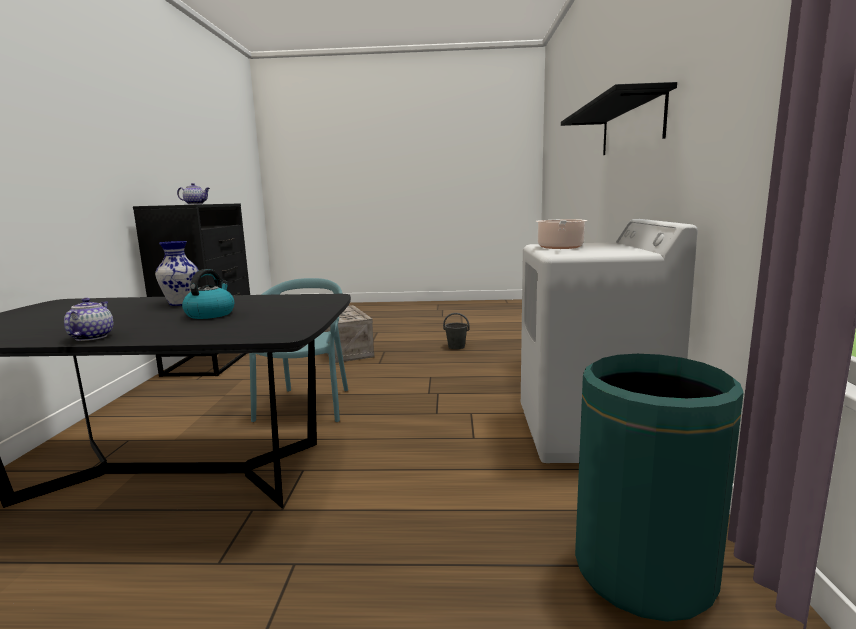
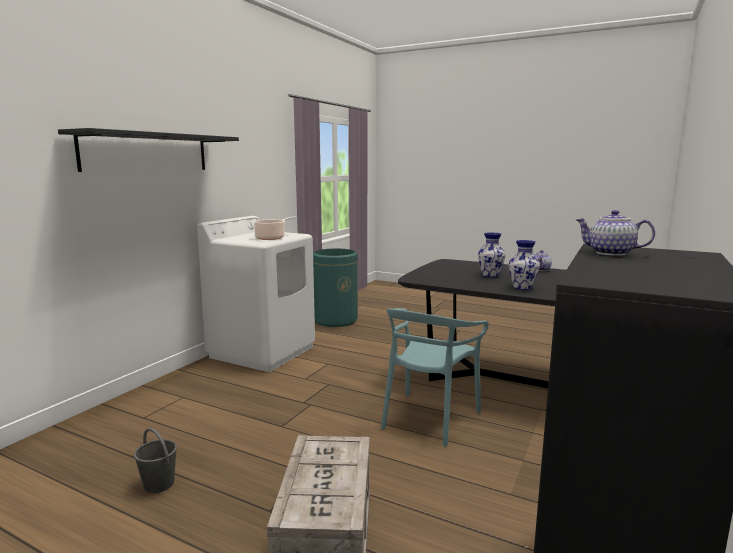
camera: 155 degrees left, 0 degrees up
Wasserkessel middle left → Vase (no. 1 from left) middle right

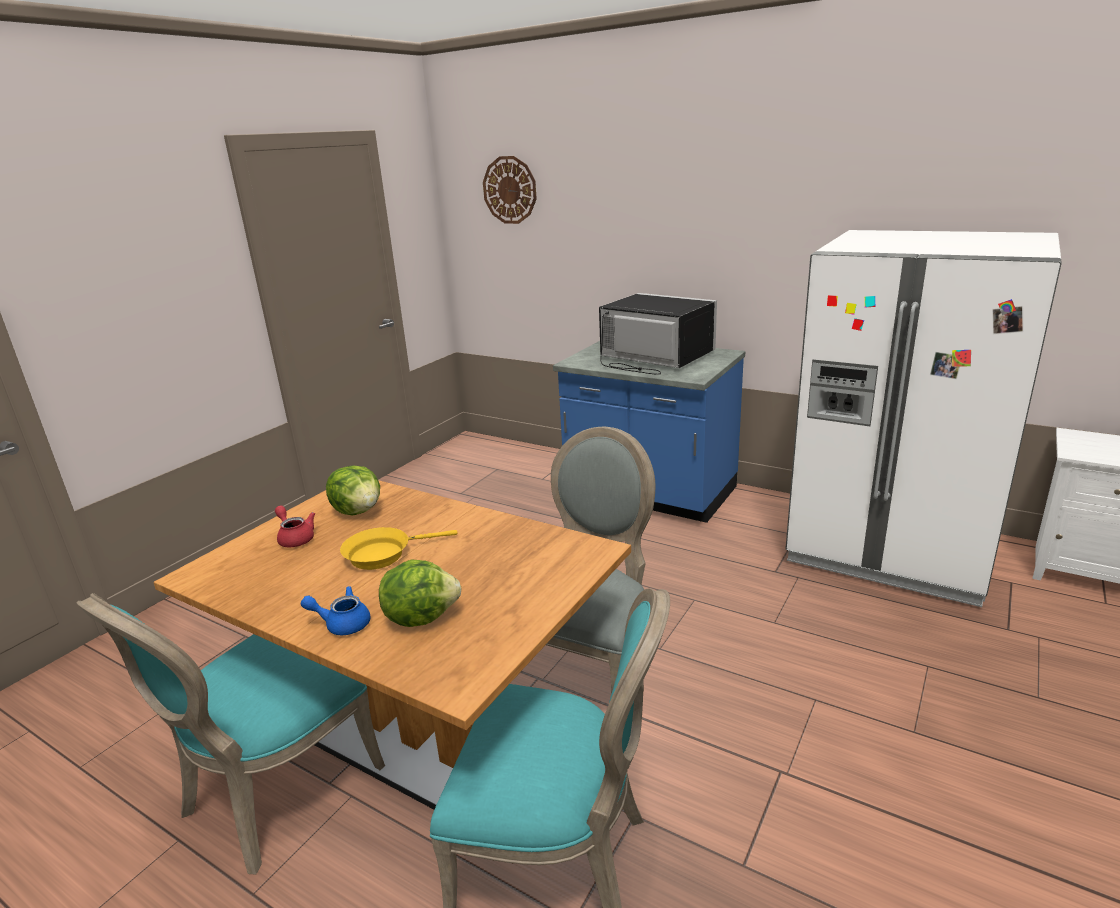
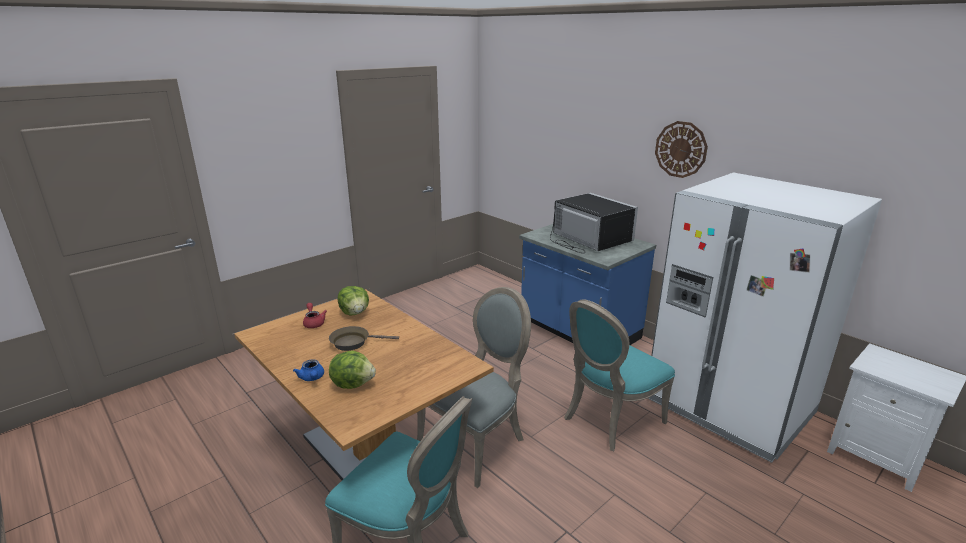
camera: 15 degrees right, 0 degrees up
Teekanne/blau bottom left, 135 degrees counterclockwise
Pfanne/gelb centre → Pfanne/braun centre
Stuhl/türkis (no. 1 from left in the first image) bottom left → Stuhl/türkis (no. 2 from left) bottom centre, relocated
Wanduhr top centre → Wanduhr top right, relocated

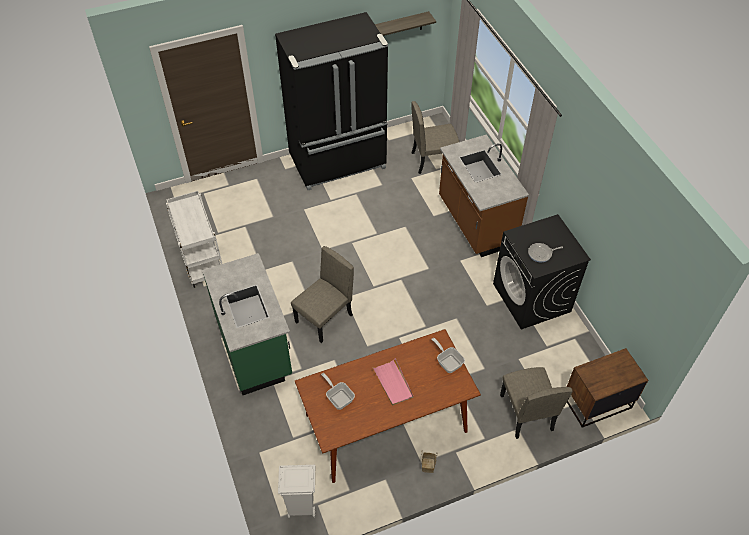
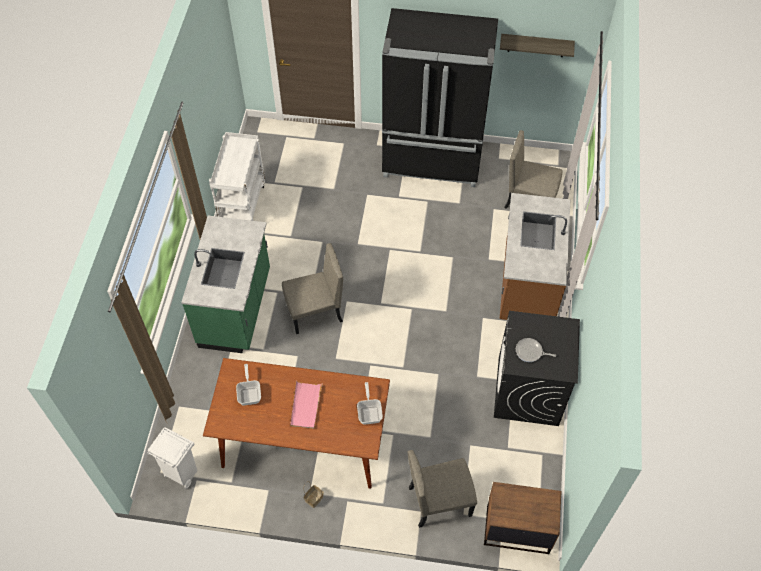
camera: 30 degrees right, 5 degrees up
Stuhl/beige (no. 3 from left in the first image) bottom right → Stuhl/beige (no. 2 from left) bottom centre, 60 degrees clockwise

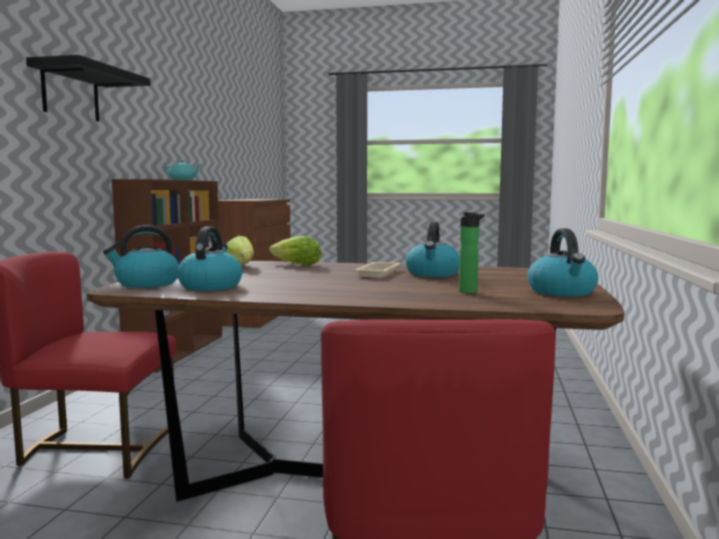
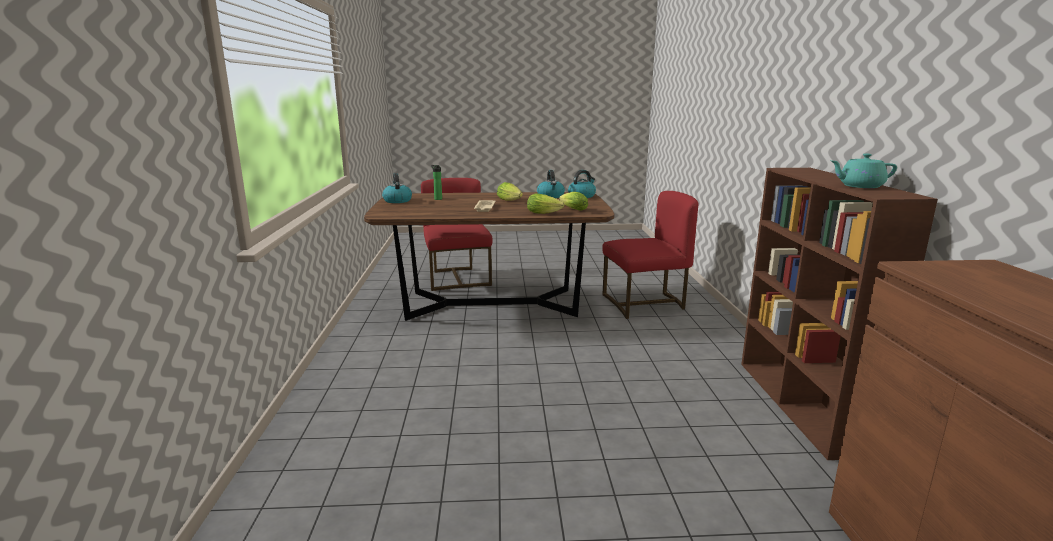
camera: 165 degrees right, 10 degrees up
- → Salatkopf (no. 1 from left) centre
Wandregal/schwarz top left → -
Wasserkessel (no. 3 from left) centre → -

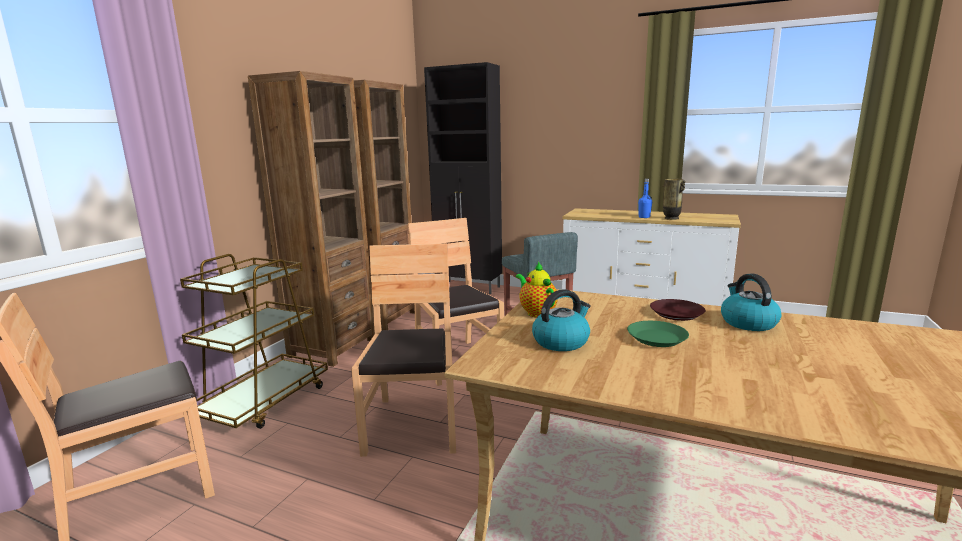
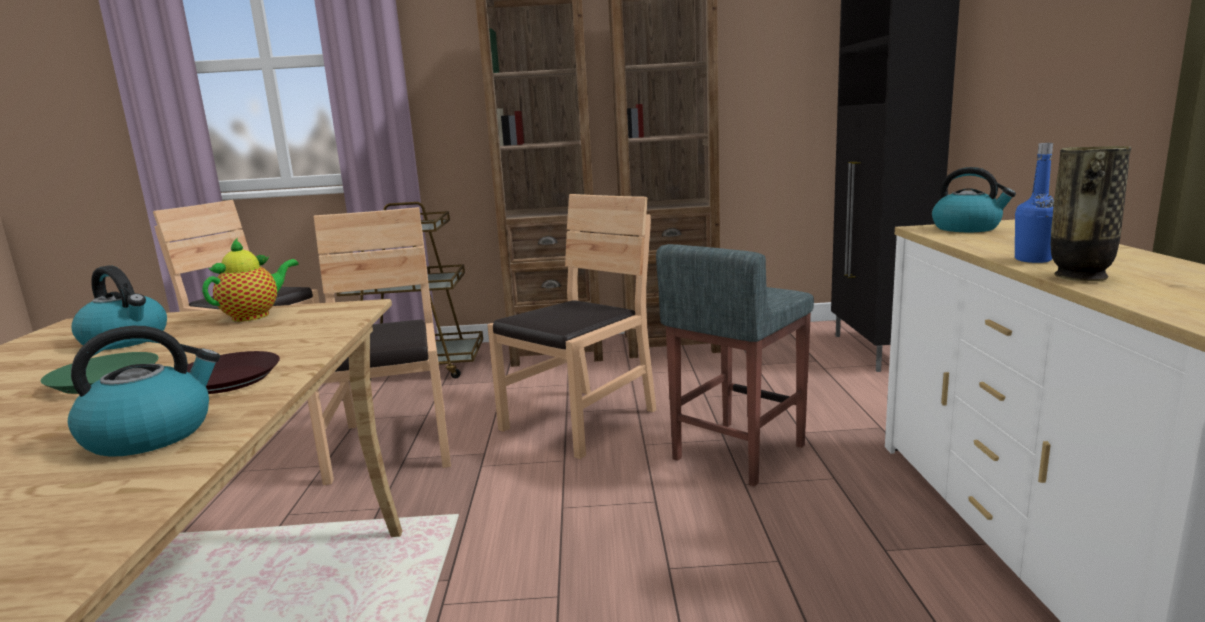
camera: 65 degrees right, 0 degrees up
Stuhl/braun (no. 2 from left) centre → Stuhl/braun (no. 2 from left) middle left, 75 degrees counterclockwise
- → Wasserkessel (no. 3 from left) top right

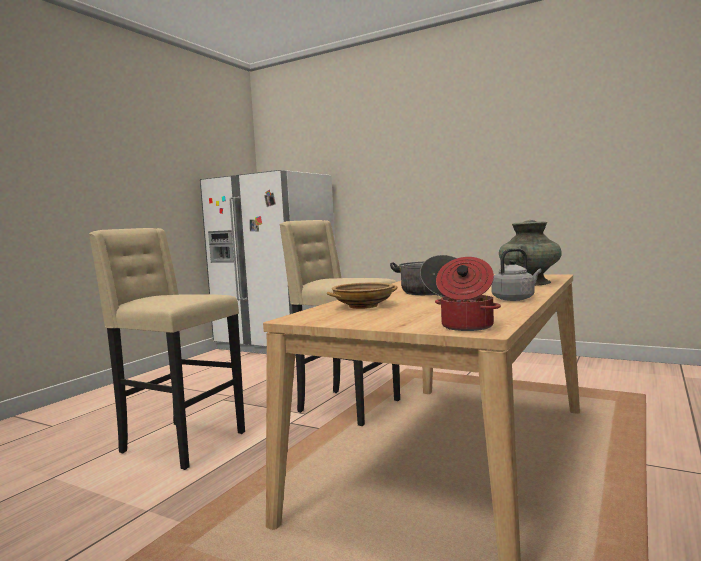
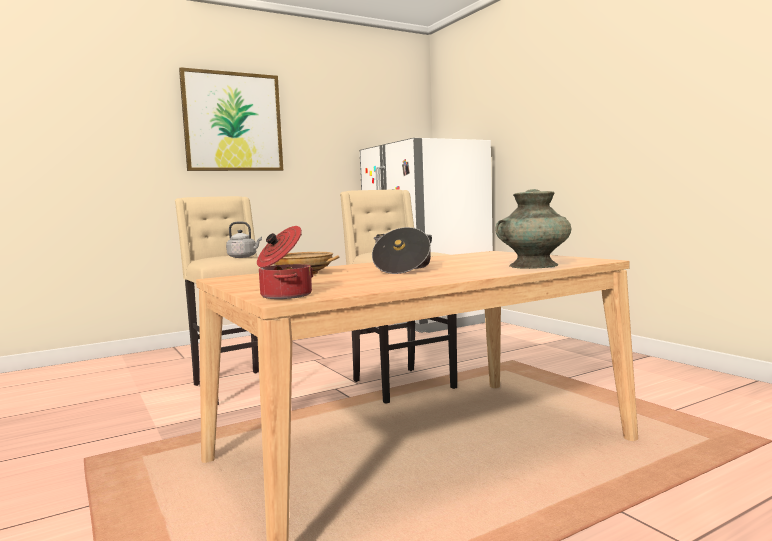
camera: 30 degrees right, 0 degrees up
- → Bild top left
Wasserkessel/grau middle right → Wasserkessel/grau middle left, relocated

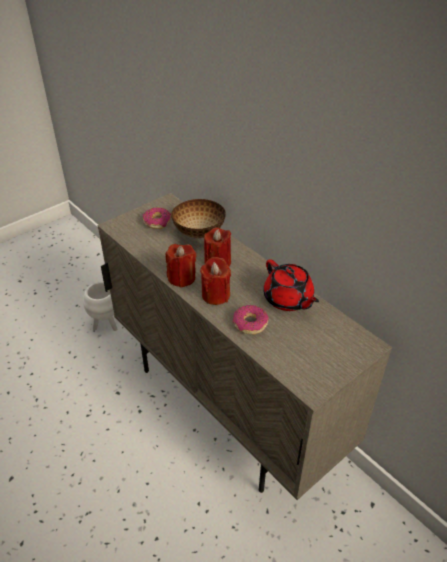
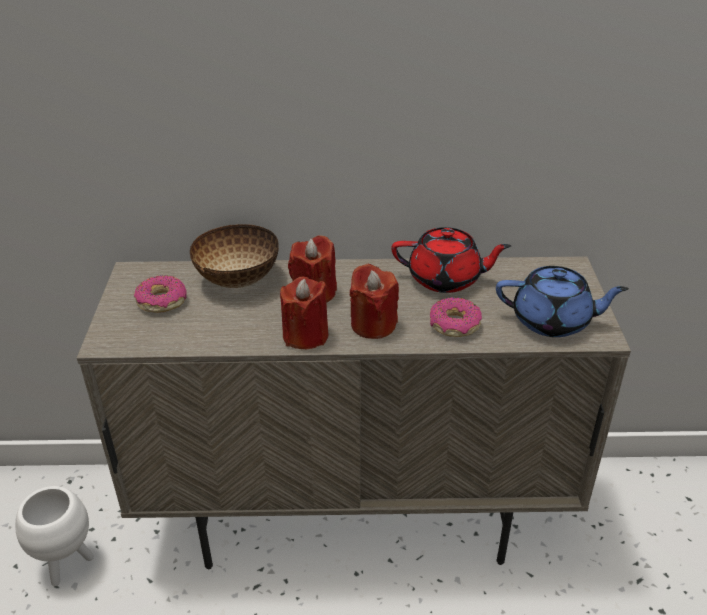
camera: 50 degrees left, 5 degrees down
- → Teekanne/blau middle right

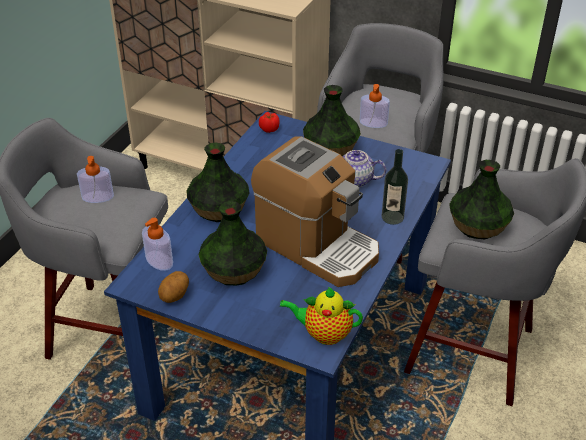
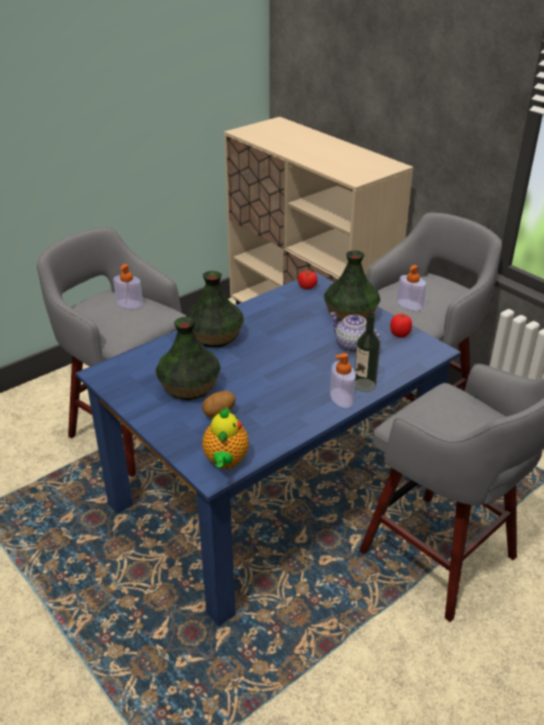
camera: 25 degrees right, 5 degrees down
Kartoffel middle left → Kartoffel centre, relocated
Teekanne (no. 1 from left) bottom centre → Teekanne (no. 1 from left) centre, 120 degrees counterclockwise
Seifenspender (no. 2 from left) middle left → Seifenspender (no. 2 from left) centre, relocated
- → Tomate (no. 2 from left) middle right
Kaffeemaschine centre → -
Vase (no. 4 from left) middle right → -

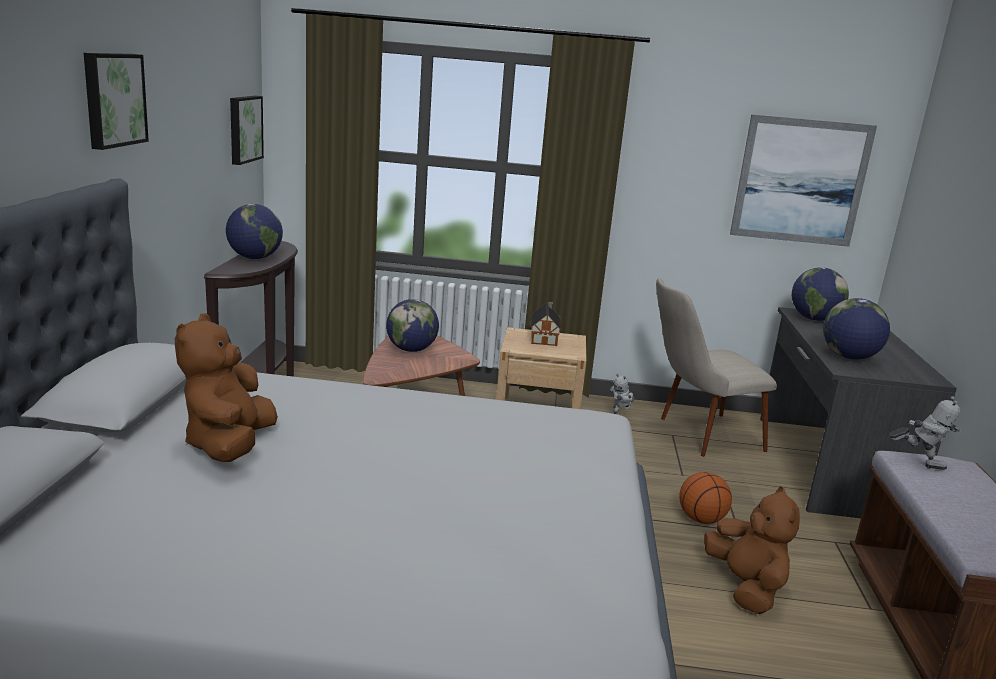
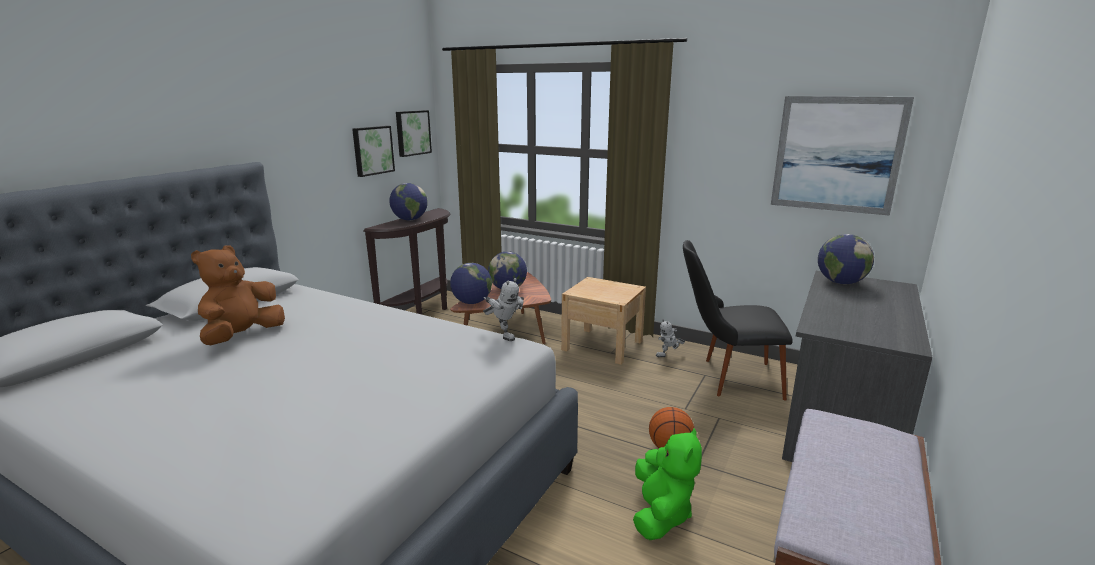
camera: 25 degrees right, 0 degrees up
Bild (no. 1 from left) top left → Bild (no. 1 from left) top centre, relocated
Globus (no. 4 from left in the first image) middle right → Globus (no. 2 from left) centre, relocated
Spielzeugroboter (no. 2 from left in the first image) middle right → Spielzeugroboter (no. 1 from left) centre, relocated
Plüschtier/braun (no. 2 from left) bottom right → Plüschtier/grün bottom centre
Stuhl/beige middle right → Stuhl/schwarz middle right
Spielzeughaus centre → -

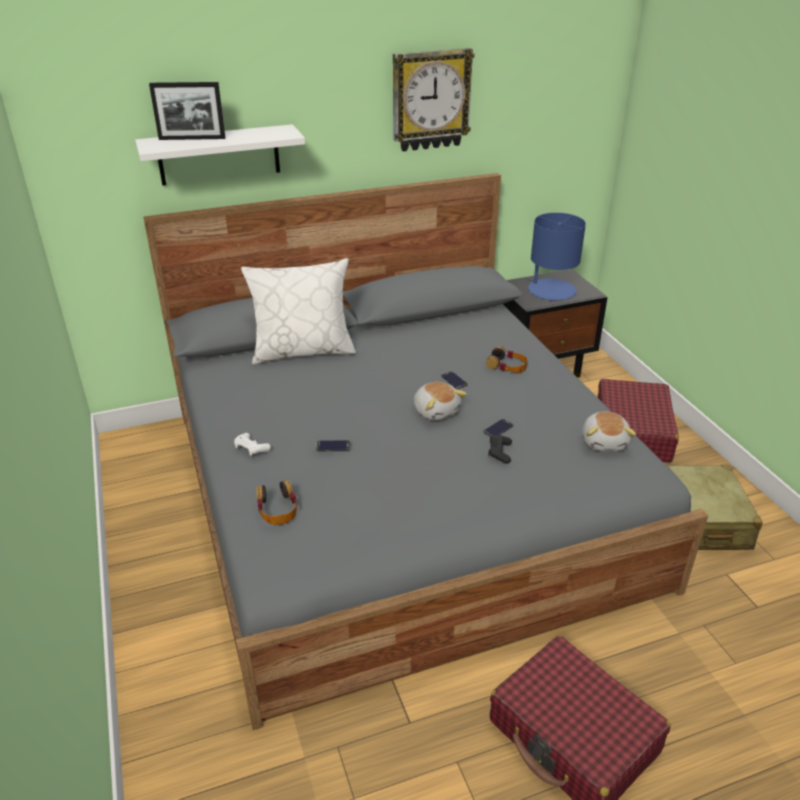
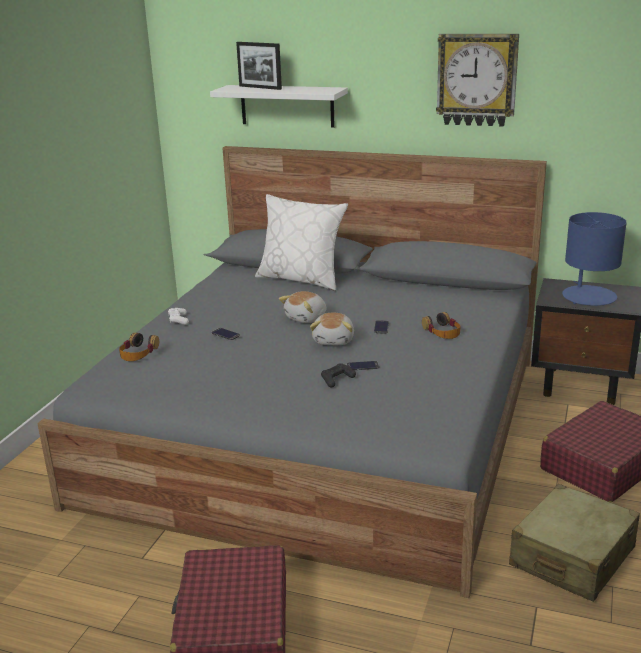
camera: 40 degrees right, 10 degrees down
Plüschtier (no. 2 from left in the first image) middle right → Plüschtier (no. 1 from left) centre, relocated

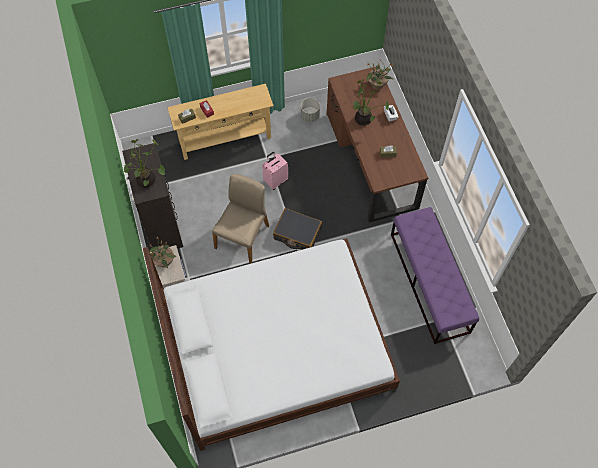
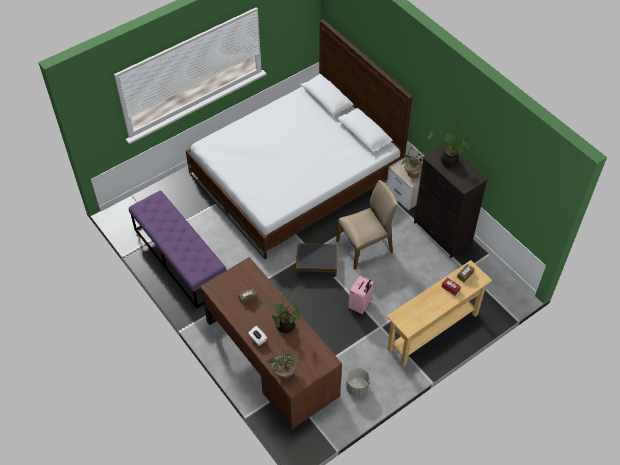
camera: 160 degrees right, 10 degrees down
Stuhl/beige centre, 120 degrees counterclockwise

